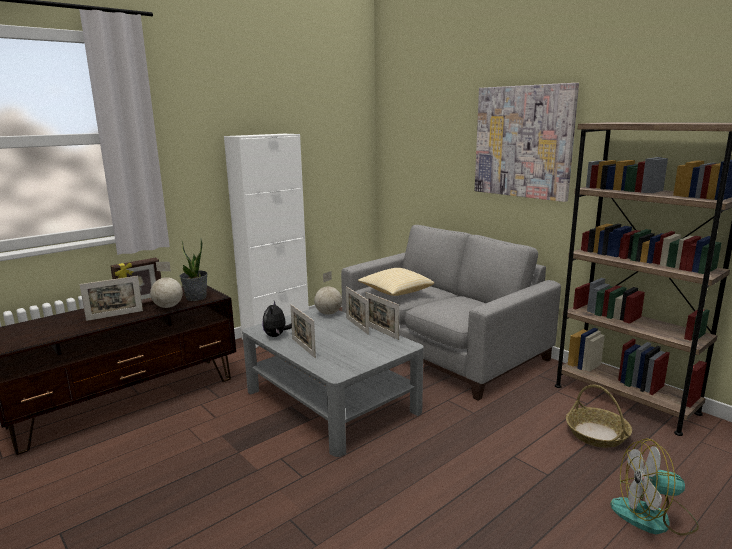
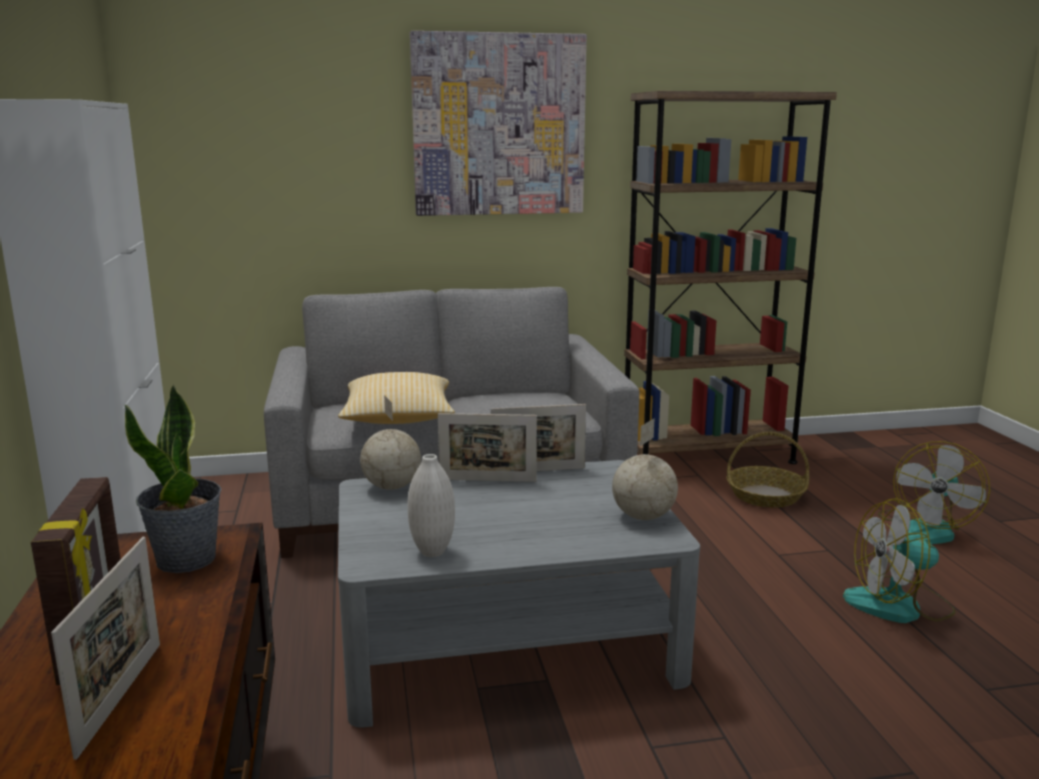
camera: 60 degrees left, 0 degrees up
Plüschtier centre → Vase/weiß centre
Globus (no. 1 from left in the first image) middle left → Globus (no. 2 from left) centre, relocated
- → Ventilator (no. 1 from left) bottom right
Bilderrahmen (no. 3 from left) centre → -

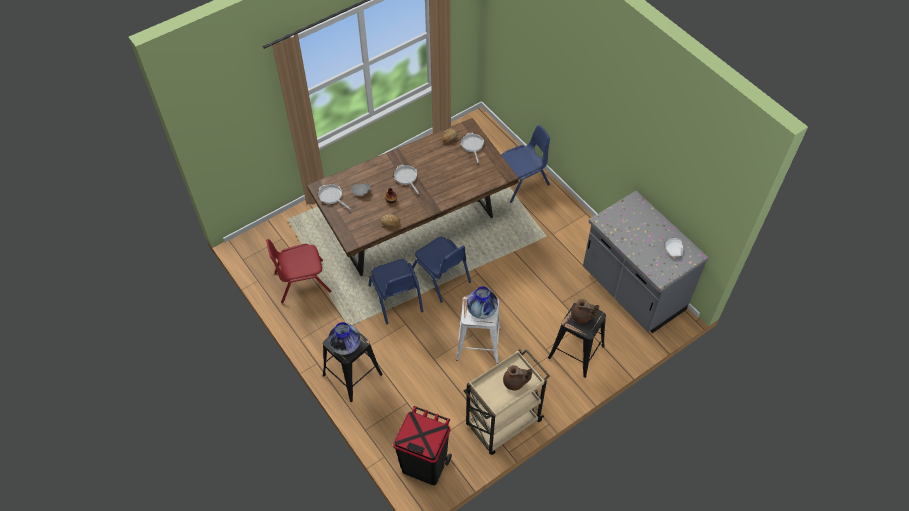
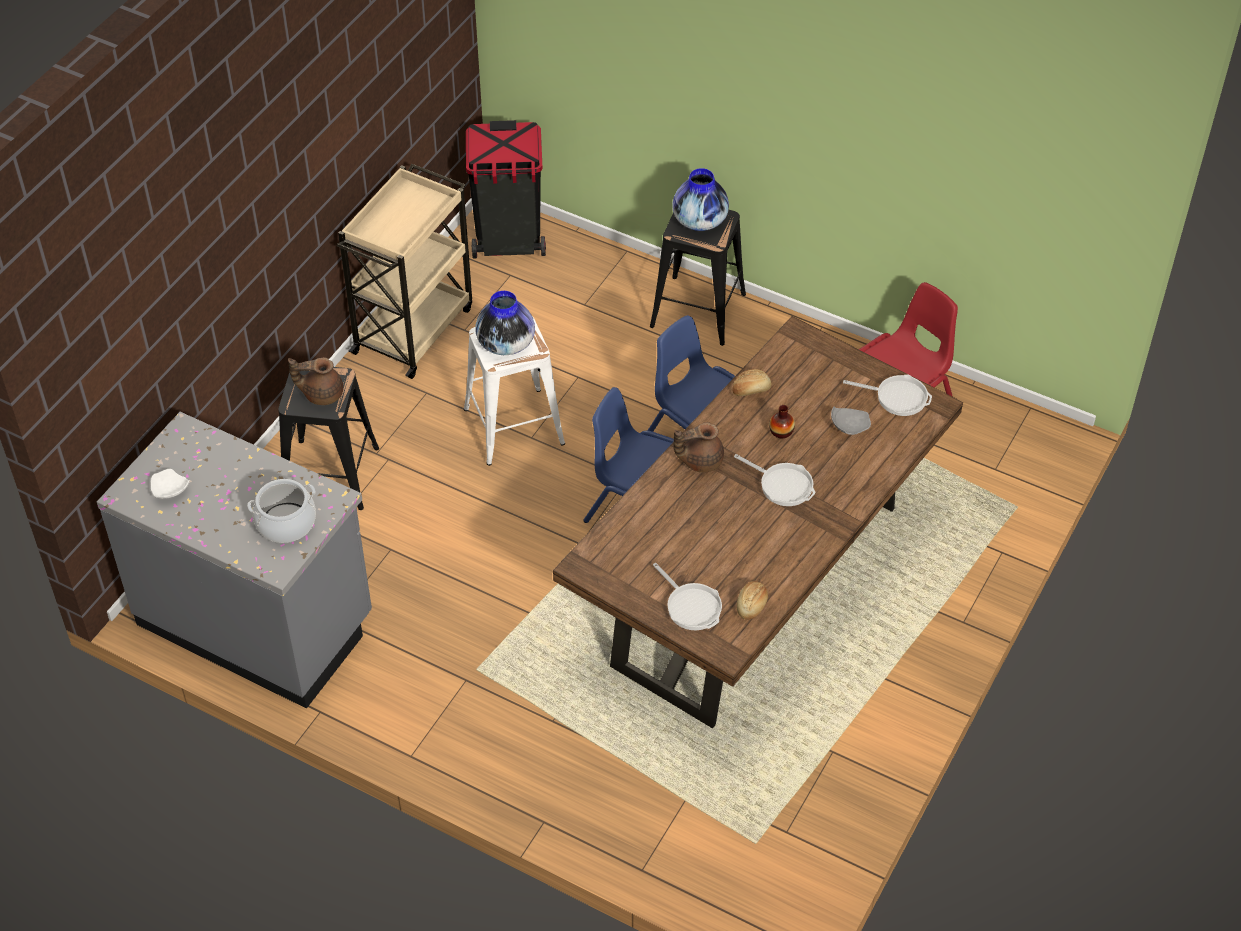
camera: 155 degrees right, 5 degrees down
- → Kochtopf middle left
Teekanne/braun (no. 1 from left in the first image) bottom centre → Teekanne/braun (no. 2 from left) centre, relocated
Stuhl/blau (no. 3 from left) top centre → -

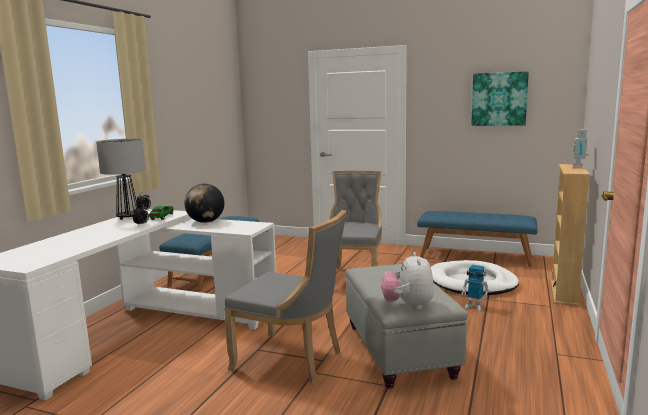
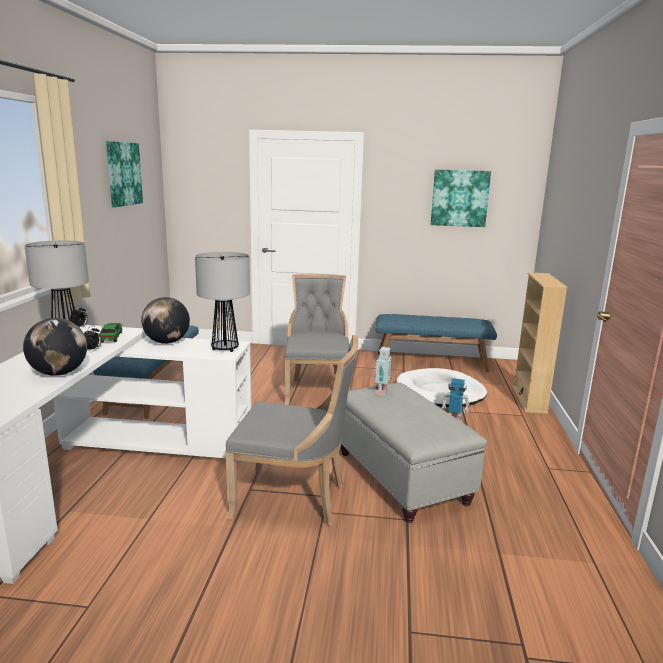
camera: 15 degrees left, 5 degrees up
- → Globus (no. 1 from left) middle left
- → Bild (no. 1 from left) top left
- → Tischlampe (no. 2 from left) centre
Spielzeugroboter (no. 2 from left in the first image) middle right → Spielzeugroboter (no. 1 from left) centre, relocated
Plüschtier bottom centre → -

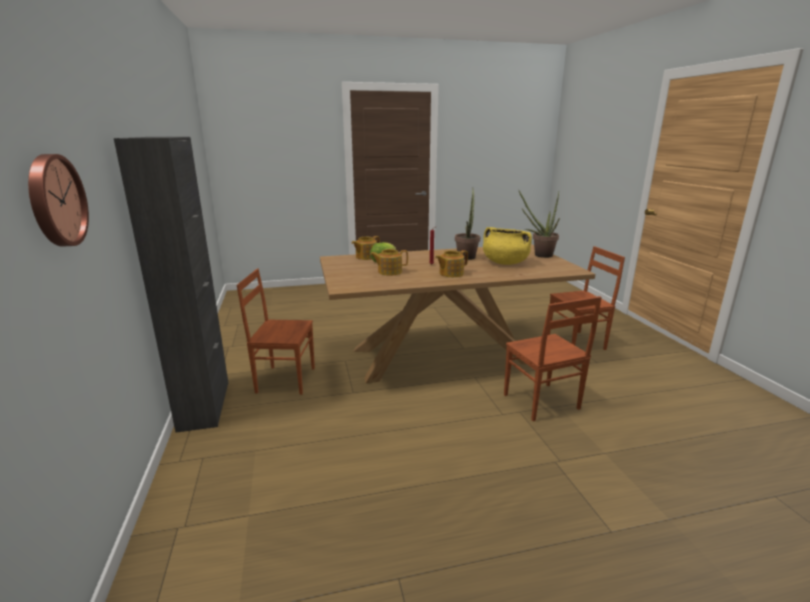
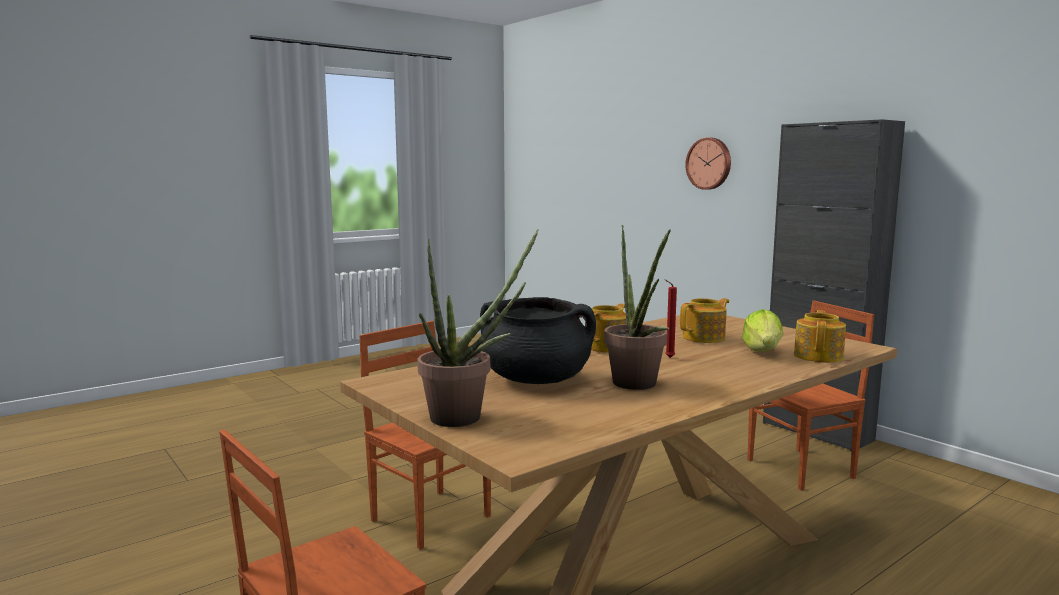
camera: 155 degrees right, 10 degrees down
Kochtopf/gelb centre → Kochtopf/schwarz centre

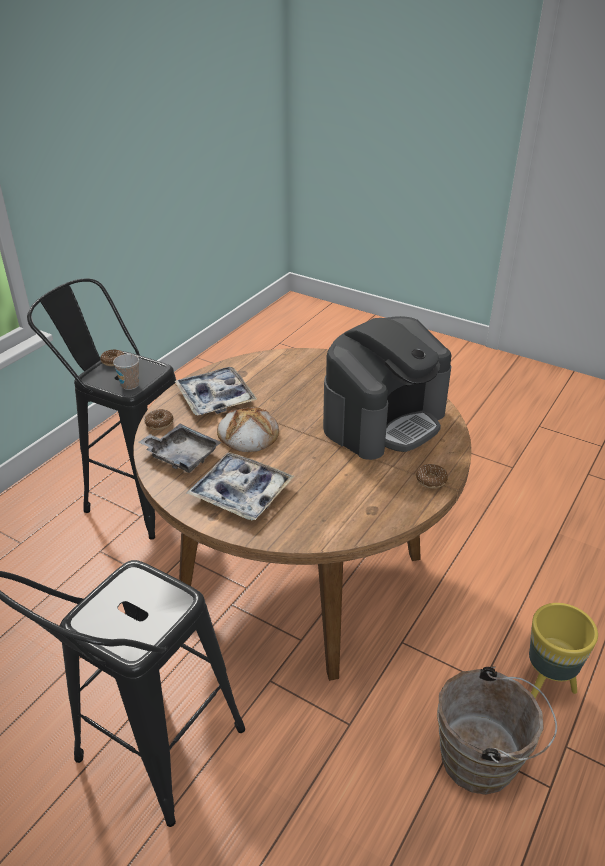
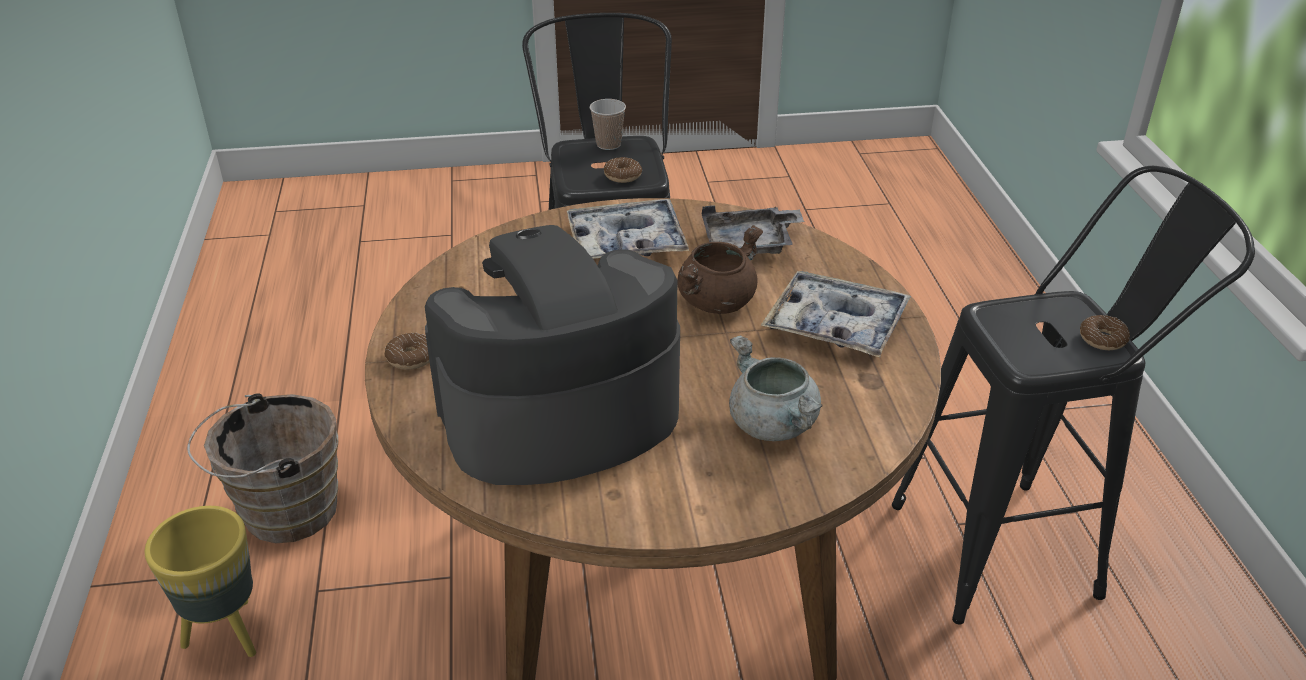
camera: 140 degrees right, 0 degrees up
Kaffeemaschine centre, 60 degrees clockwise
Tasse middle left → Tasse top centre, relocated
Donut (no. 2 from left) middle left → Donut (no. 2 from left) top centre, relocated
Brot centre → Kochtopf/braun centre
- → Kochtopf/grau centre

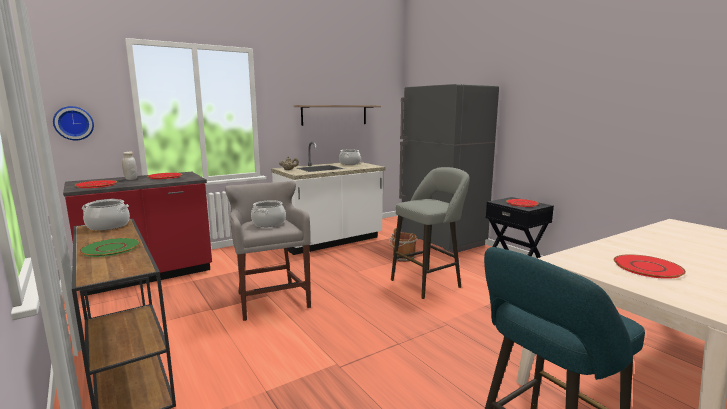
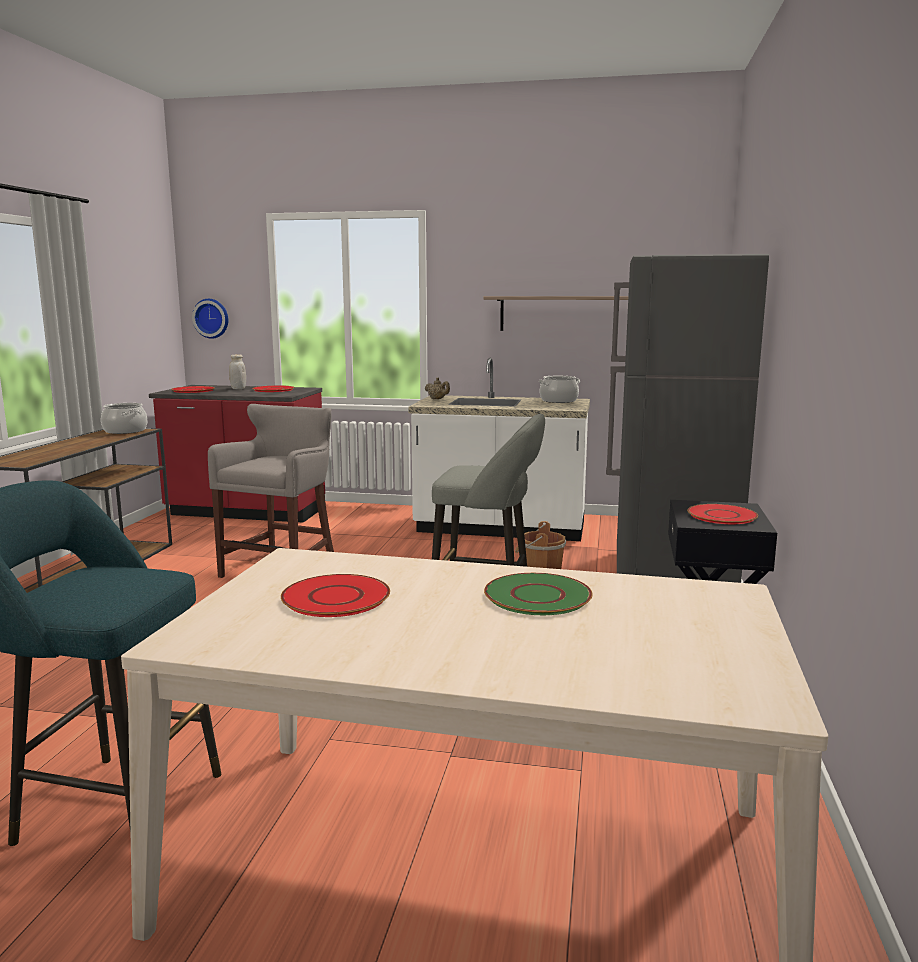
camera: 45 degrees right, 0 degrees up
Teller/grün middle left → Teller/grün centre, relocated
Kochtopf (no. 2 from left) centre → -

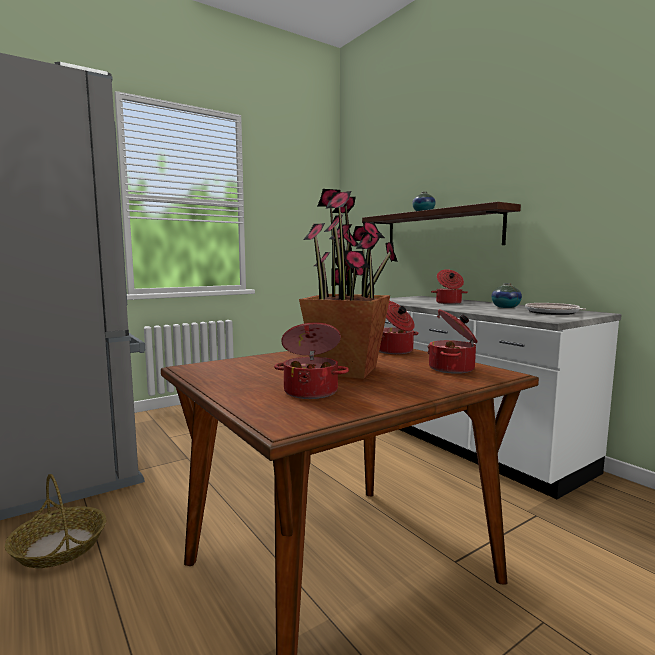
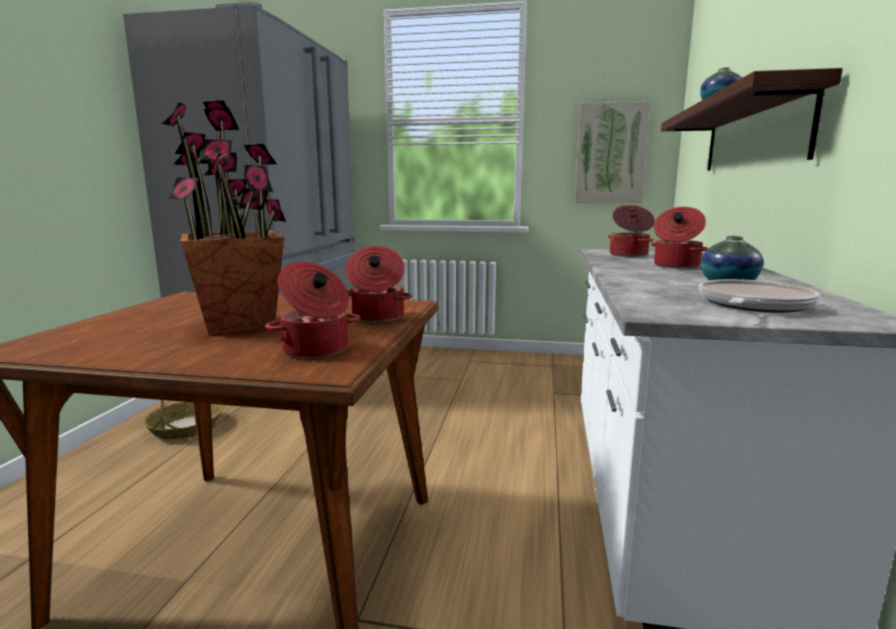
camera: 45 degrees right, 5 degrees up
- → Bild top right
Kochtopf (no. 1 from left in the first image) centre → Kochtopf (no. 3 from left) middle right, relocated

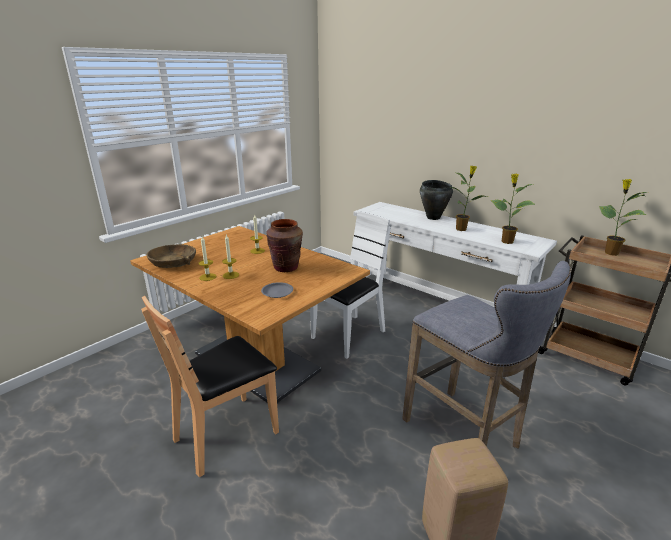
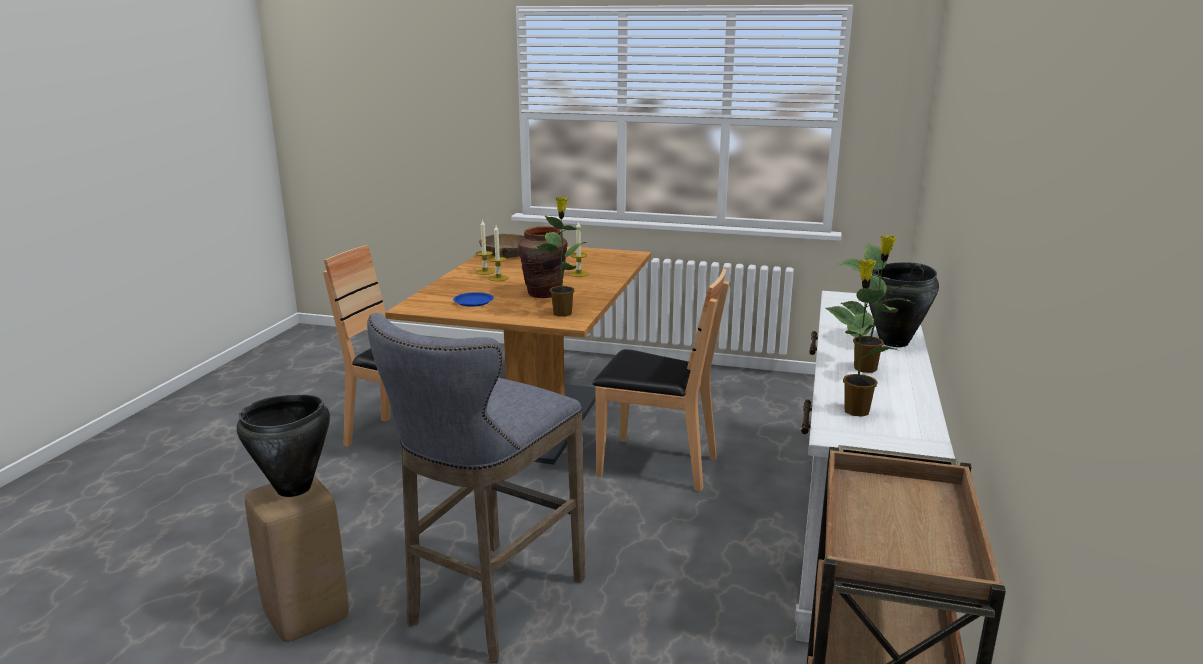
camera: 65 degrees right, 5 degrees down
- → Kochtopf/schwarz (no. 1 from left) bottom left
Teller/grau centre → Teller/blau centre
Topfpflanze (no. 3 from left in the first image) middle right → Topfpflanze (no. 1 from left) centre, relocated
Stuhl/weiß centre → Stuhl/braun (no. 2 from left) centre

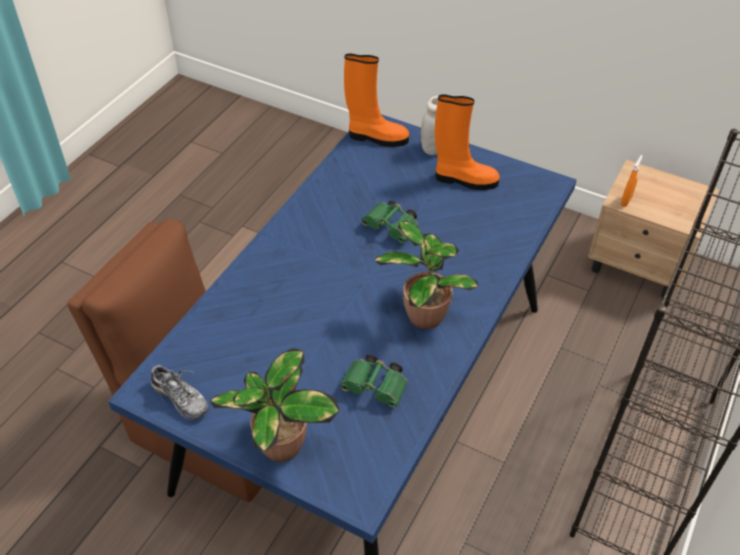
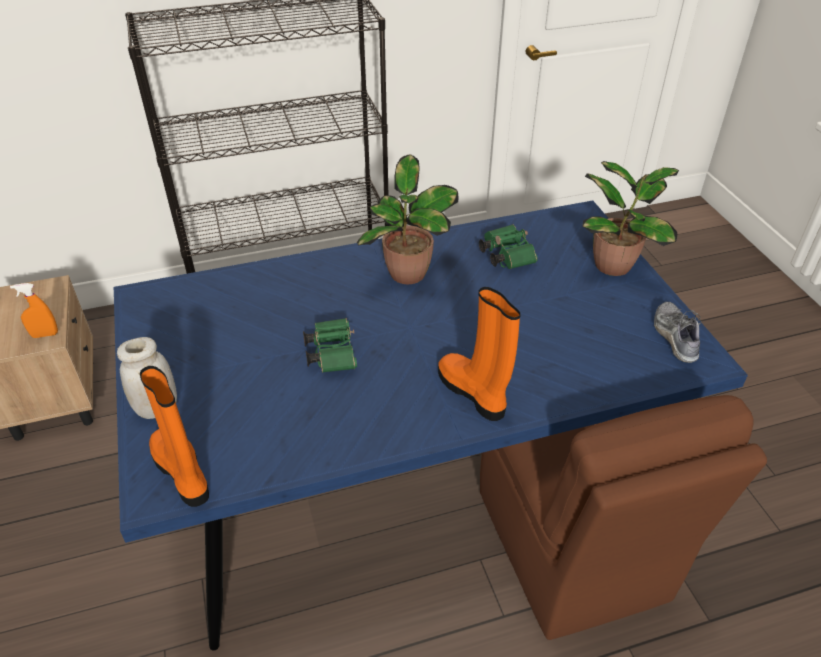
camera: 135 degrees left, 5 degrees down
Stiefel/orange (no. 2 from left) top centre → Stiefel/orange (no. 2 from left) centre, relocated

